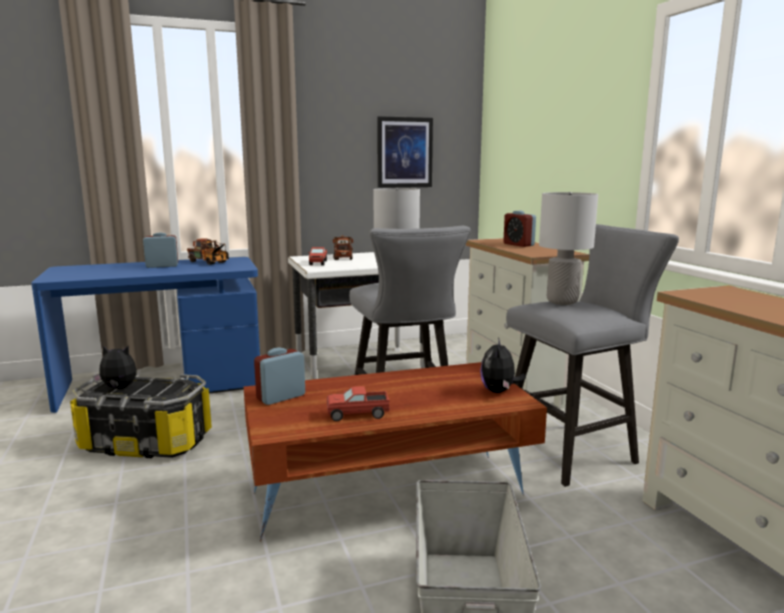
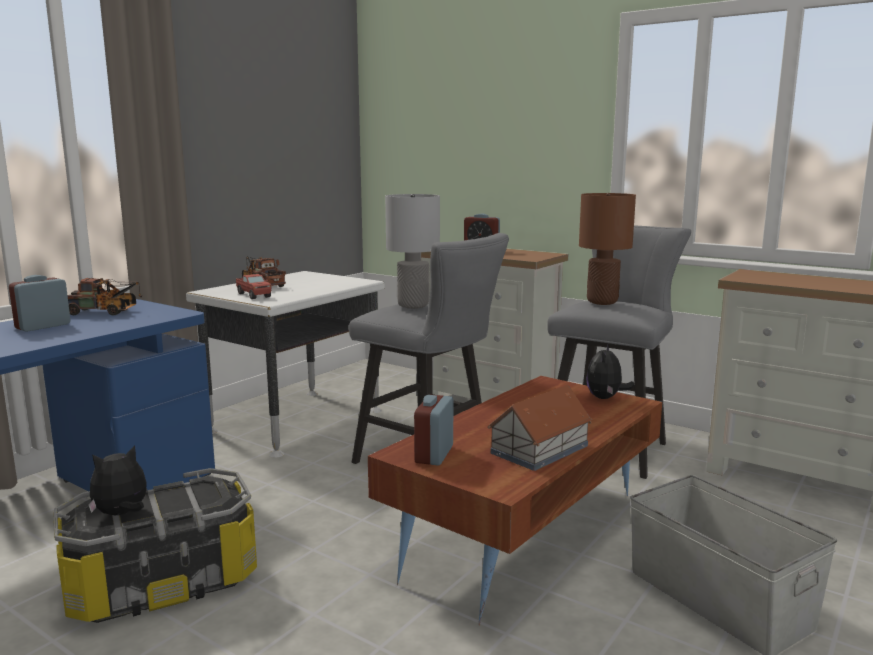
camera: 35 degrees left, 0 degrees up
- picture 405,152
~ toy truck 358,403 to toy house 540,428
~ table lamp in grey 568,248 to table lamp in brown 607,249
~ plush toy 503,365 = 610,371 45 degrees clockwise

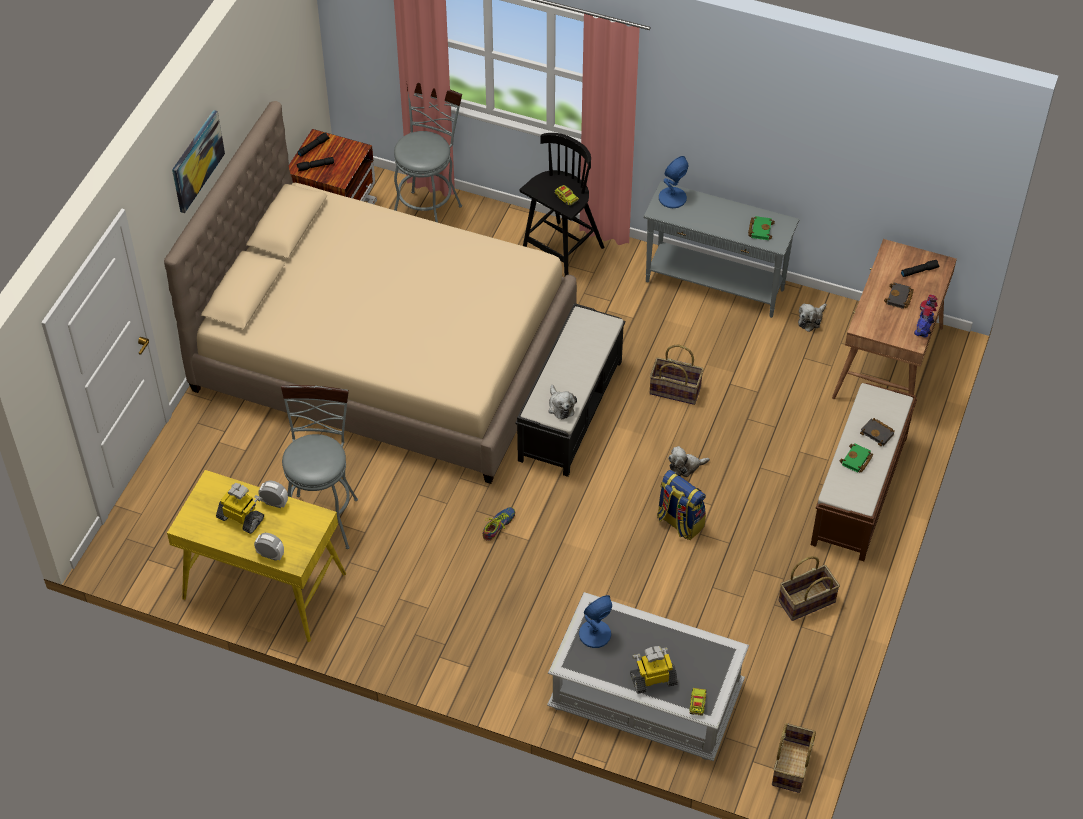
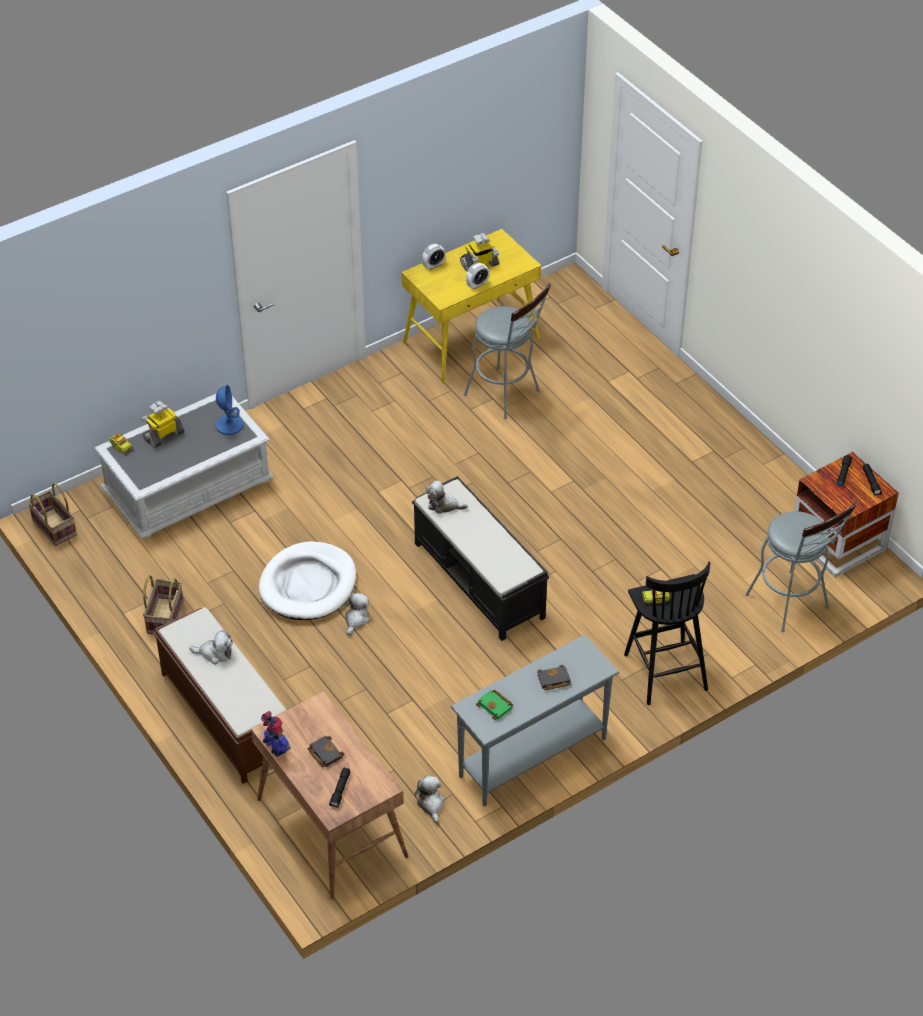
camera: 125 degrees right, 5 degrees down
- bed in beige 370,292
- picture 198,161
- shoe 499,524
- basket 676,375
- table lamp in blue 674,182
~ book in black 877,432 to 554,677
~ backpack 681,505 to dog bed in white 307,580
~ book in green 856,458 to plush toy 211,647
~ toy robot 654,670 = 162,424 150 degrees counterclockwise

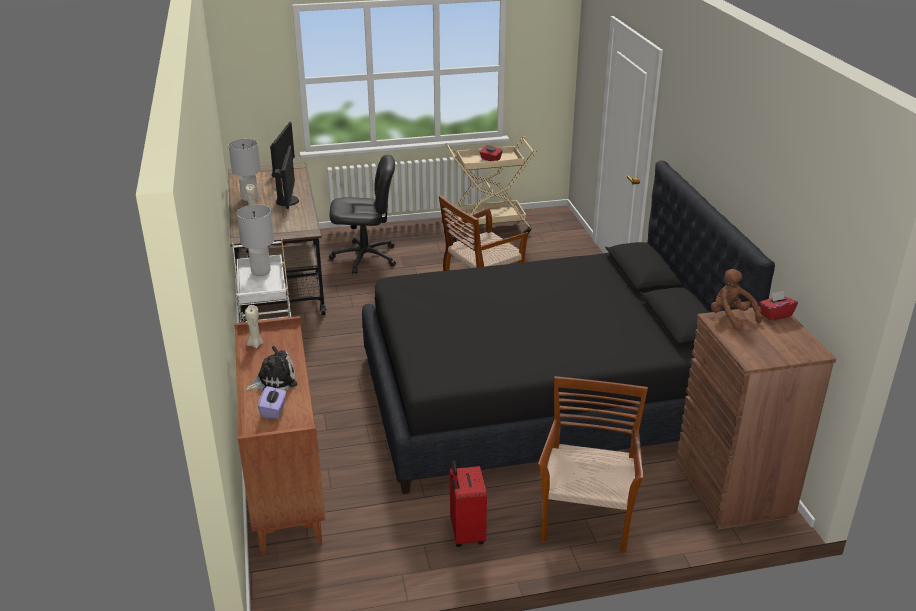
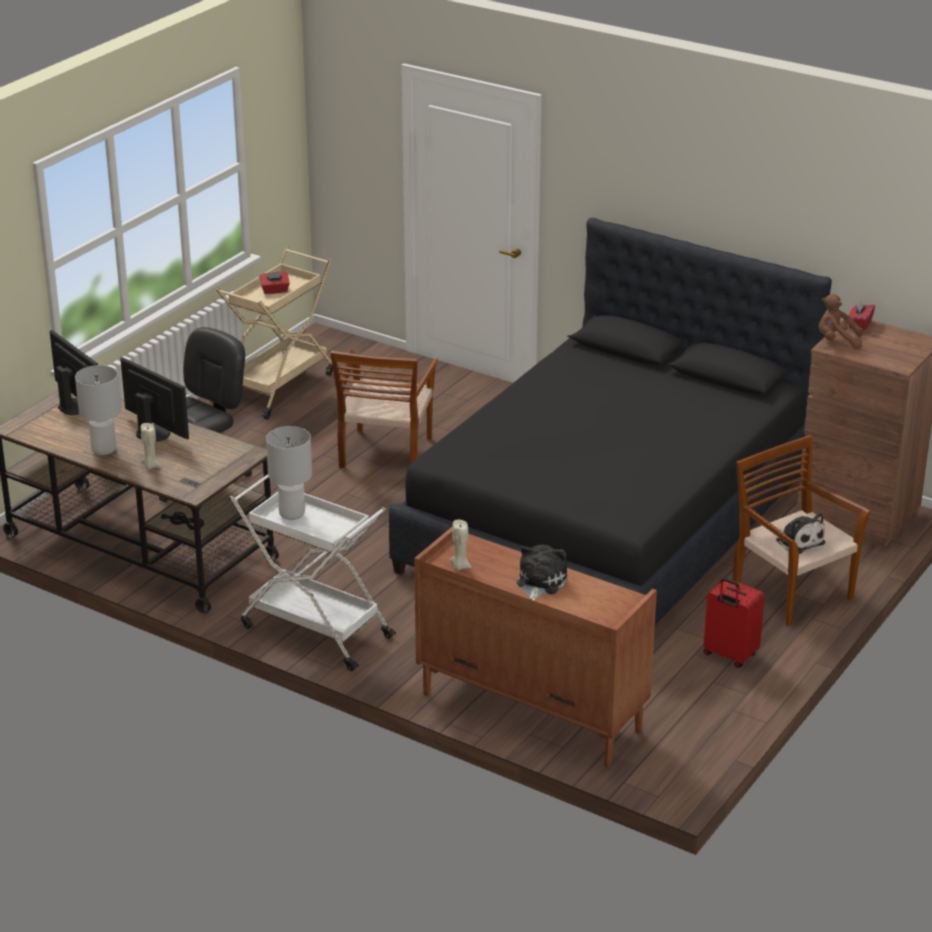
camera: 45 degrees left, 0 degrees up
- tissue box in purple 272,402
+ plush toy 800,533

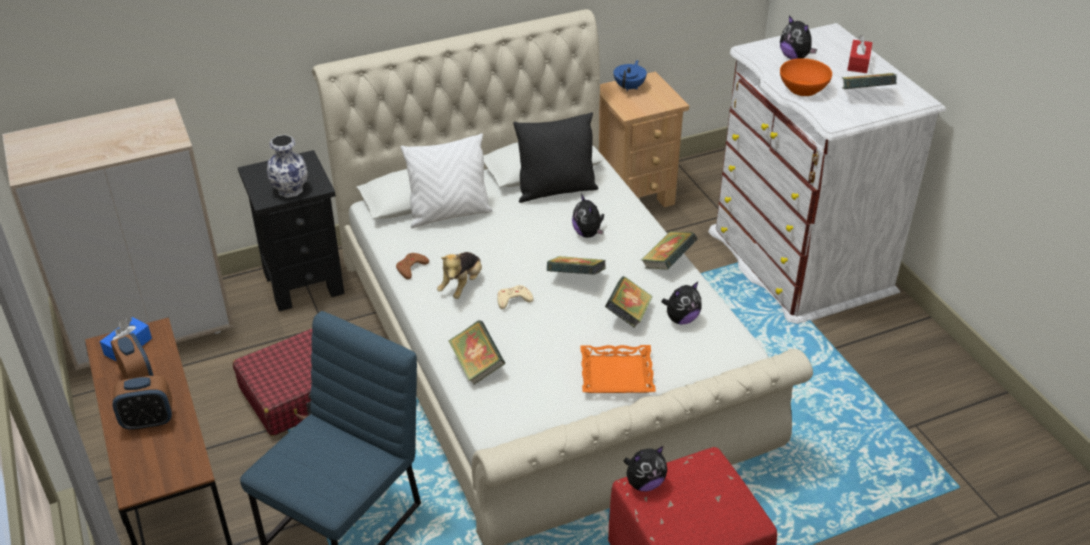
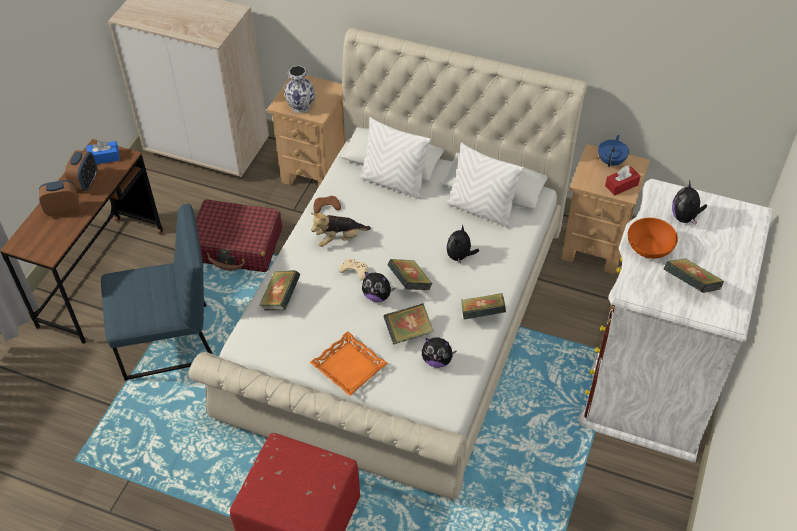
camera: 45 degrees right, 10 degrees up
~ plush toy 645,469 to 379,287
~ tissue box in red 860,54 to 622,180
~ nightstand in black 291,230 to nightstand in beige 306,131
~ pillow in black 555,157 to pillow in white 485,185
~ alarm clock 142,403 = 59,198 135 degrees clockwise
~ teapot in blue 630,75 = 613,151 45 degrees counterclockwise

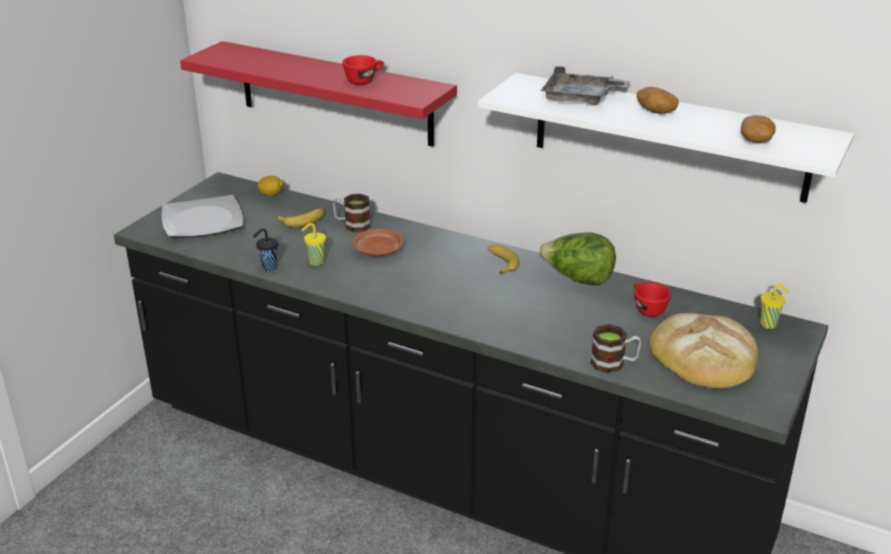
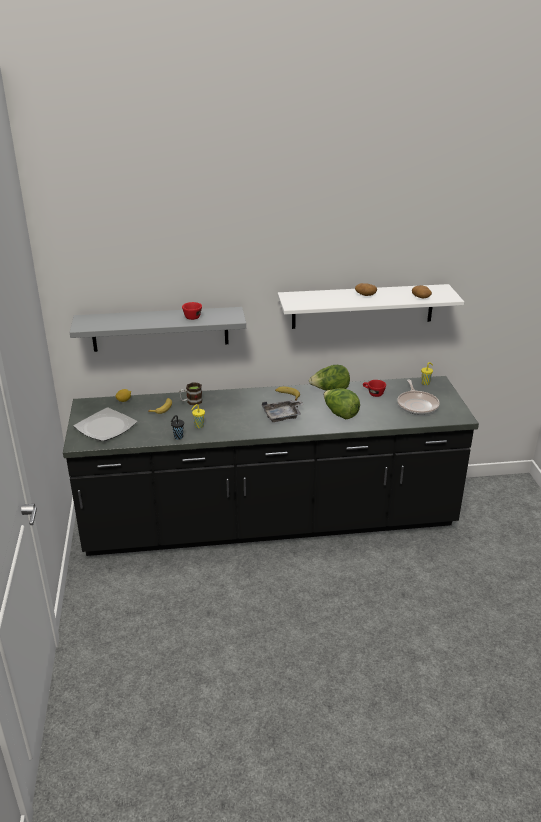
camera: 35 degrees left, 0 degrees up
- plate in brown 378,242
- mug 616,348
+ lettuce 341,403
~ tray in grey 585,85 to 283,411
~ bread 703,351 to frying pan 418,397
~ shelf in red 318,94 to shelf in grey 158,329

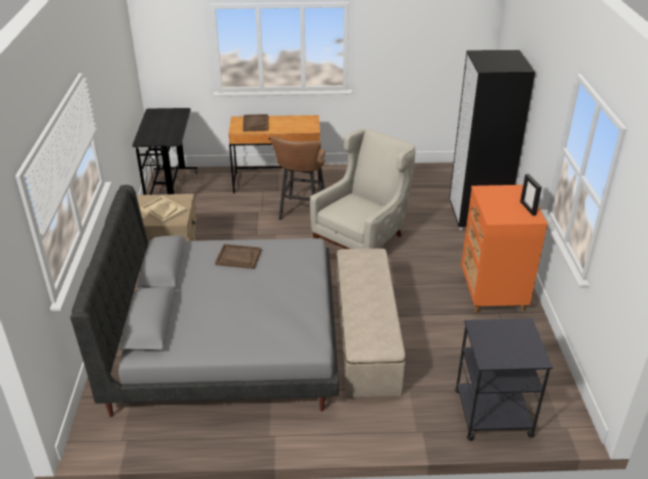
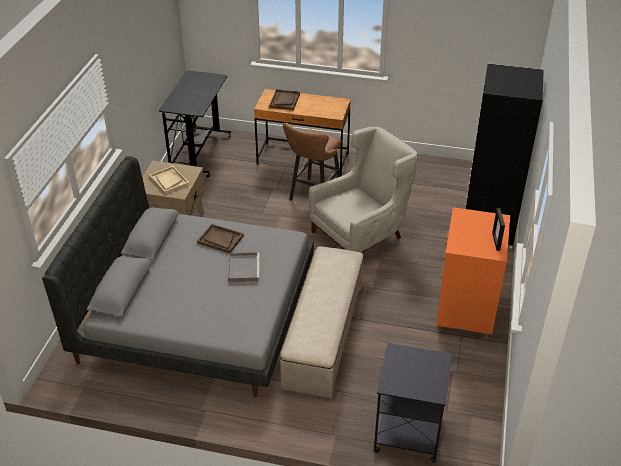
camera: 15 degrees right, 5 degrees up
+ tray in grey 244,267

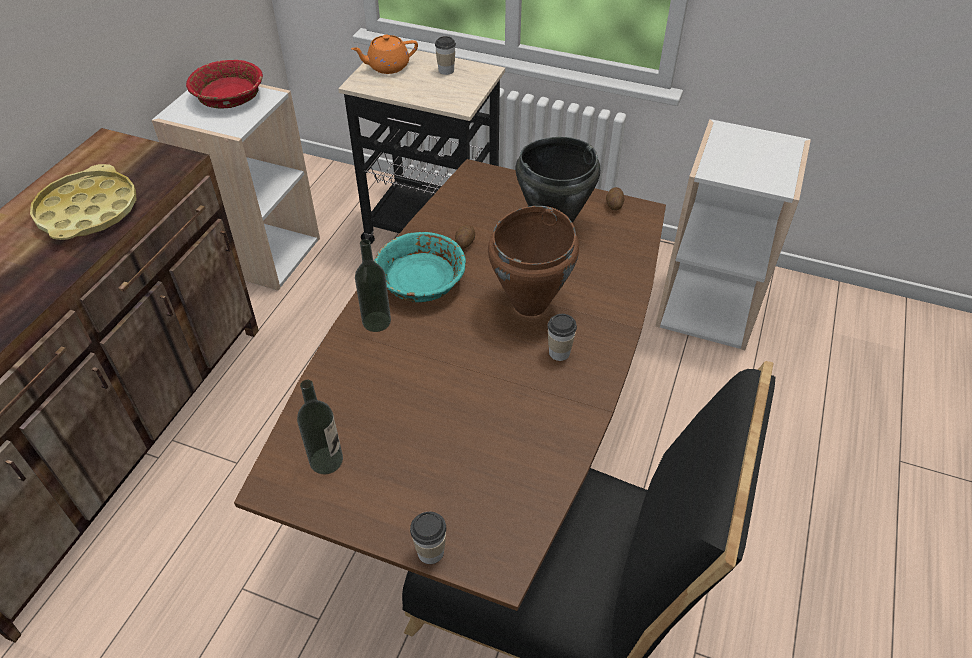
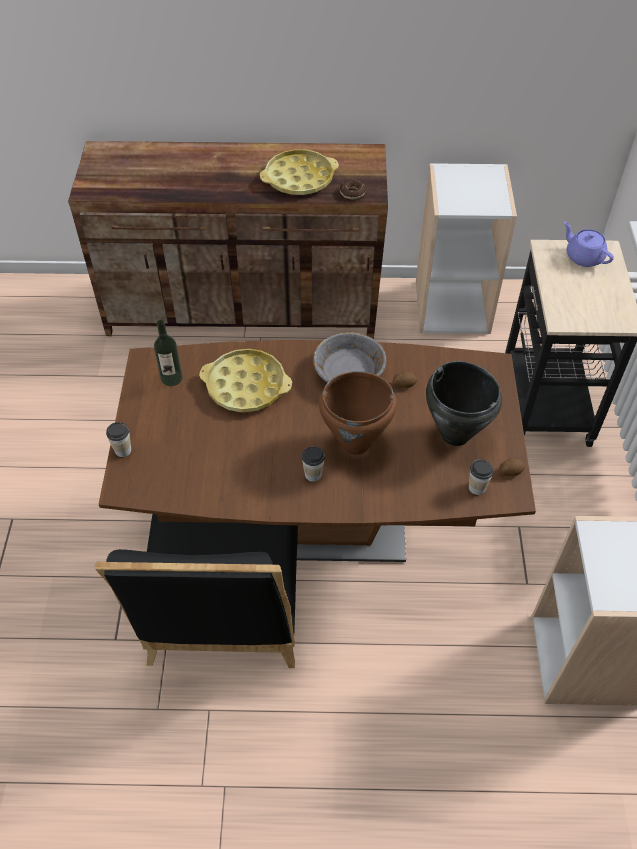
camera: 70 degrees right, 5 degrees up
- bowl in red 224,84
- bottle 373,285
+ tray in yellow 245,381
+ donut 353,189
~ cup 445,55 to 481,477
~ teapot in orange 384,54 to teapot in purple 589,244
~ bowl in turquoise 420,267 to bowl in grey 349,357

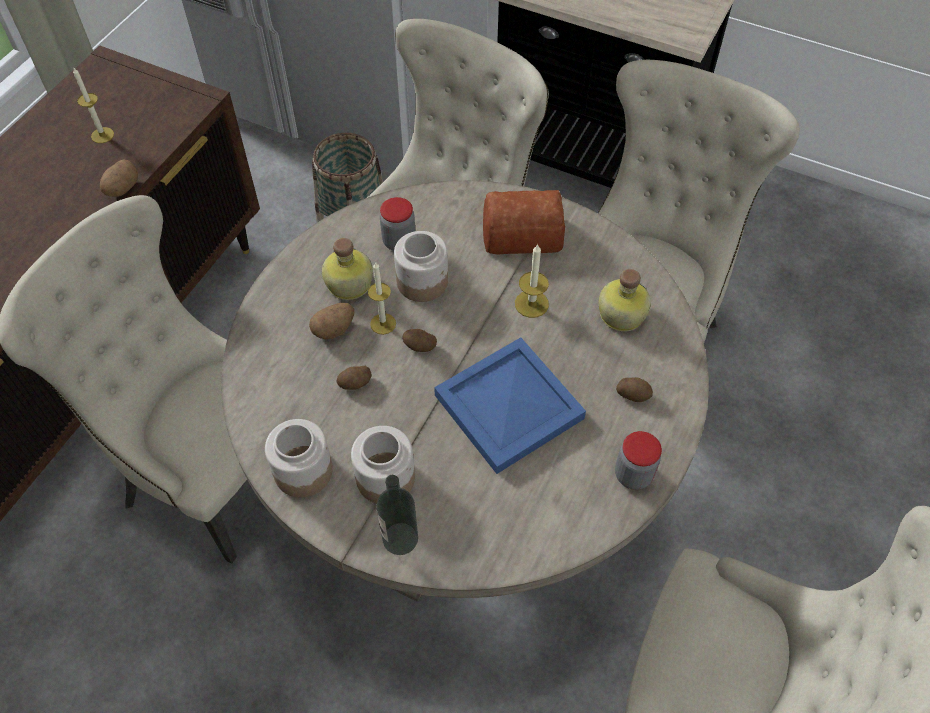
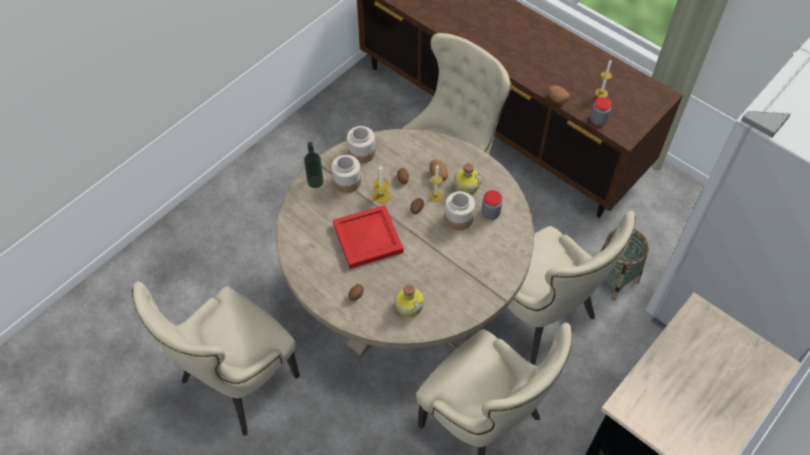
camera: 105 degrees right, 0 degrees up
- bread 524,222
~ candle 532,281 to 381,184
~ jar 638,460 to 601,111
~ tray in blue 510,405 to tray in red 368,237

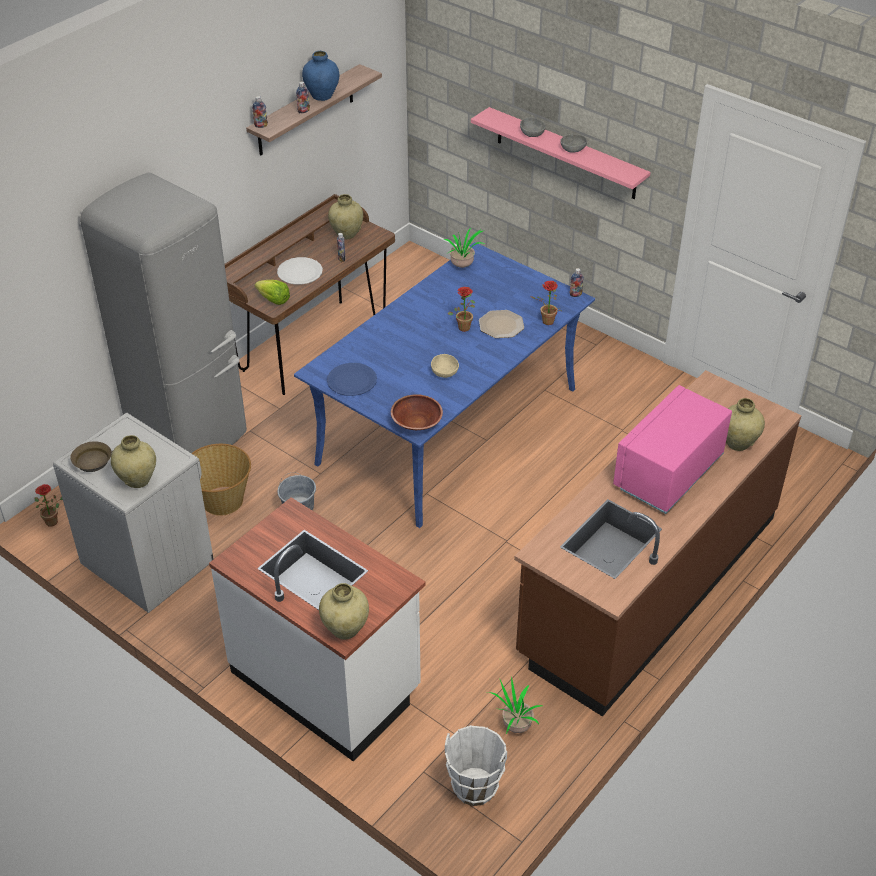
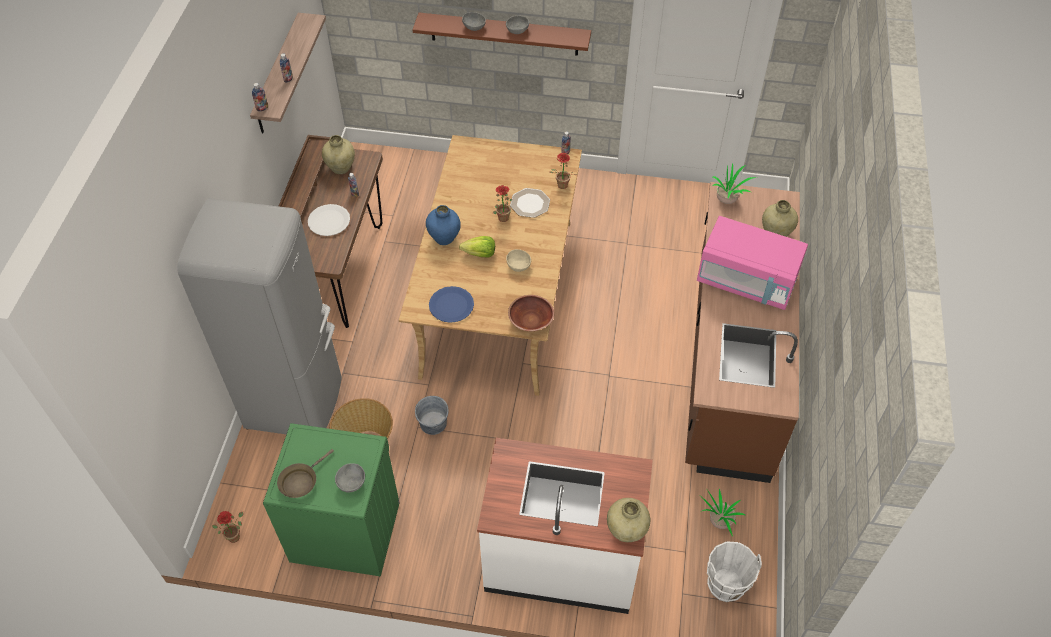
camera: 30 degrees left, 10 degrees up
~ lettuce 272,292 to 477,247
~ vase in blue 320,76 to 443,225
~ potted plant 464,248 to 734,183
~ vase in beige 133,461 to bowl in grey 350,478
~ washing machine in white 133,513 to washing machine in green 331,499
~ dining table in blue 444,385 to dining table in beige 490,265
~ shelf in pink 561,153 to shelf in brown 502,34
~ microwave in pink 672,449 = 752,263 75 degrees counterclockwise

